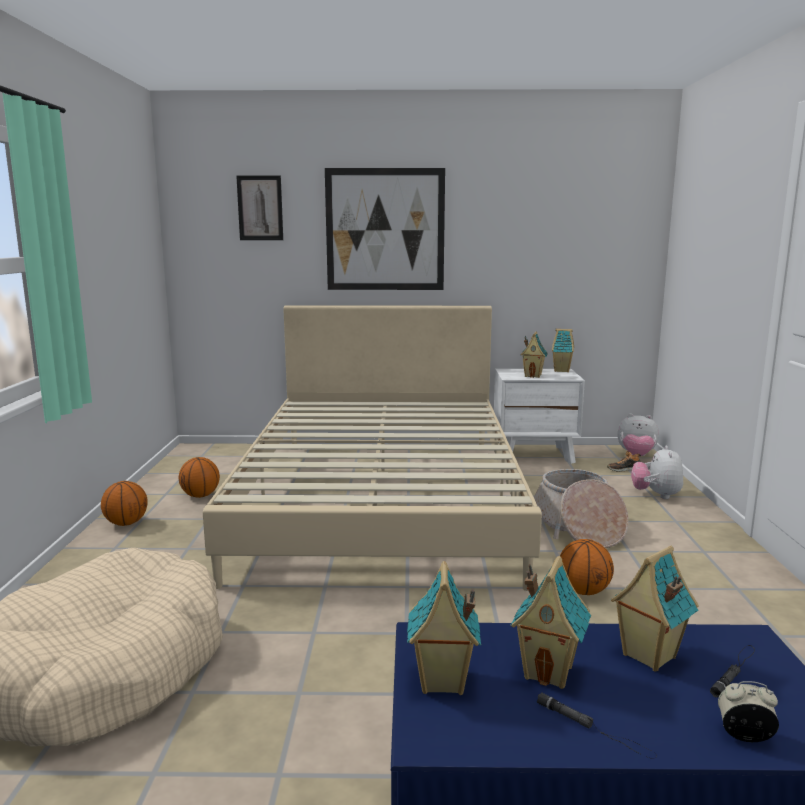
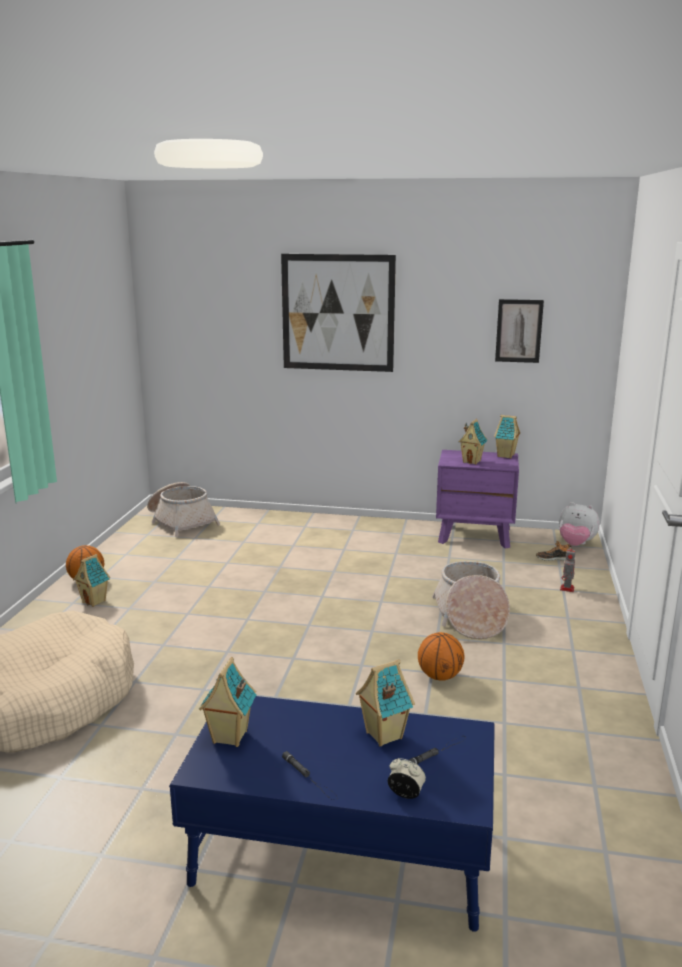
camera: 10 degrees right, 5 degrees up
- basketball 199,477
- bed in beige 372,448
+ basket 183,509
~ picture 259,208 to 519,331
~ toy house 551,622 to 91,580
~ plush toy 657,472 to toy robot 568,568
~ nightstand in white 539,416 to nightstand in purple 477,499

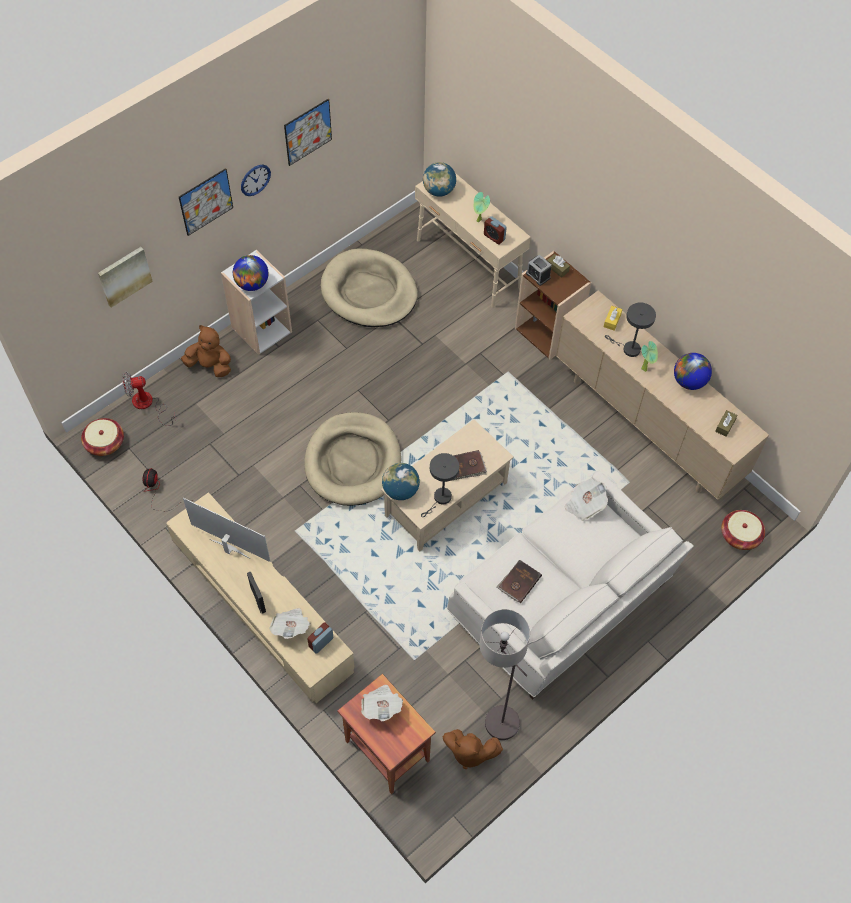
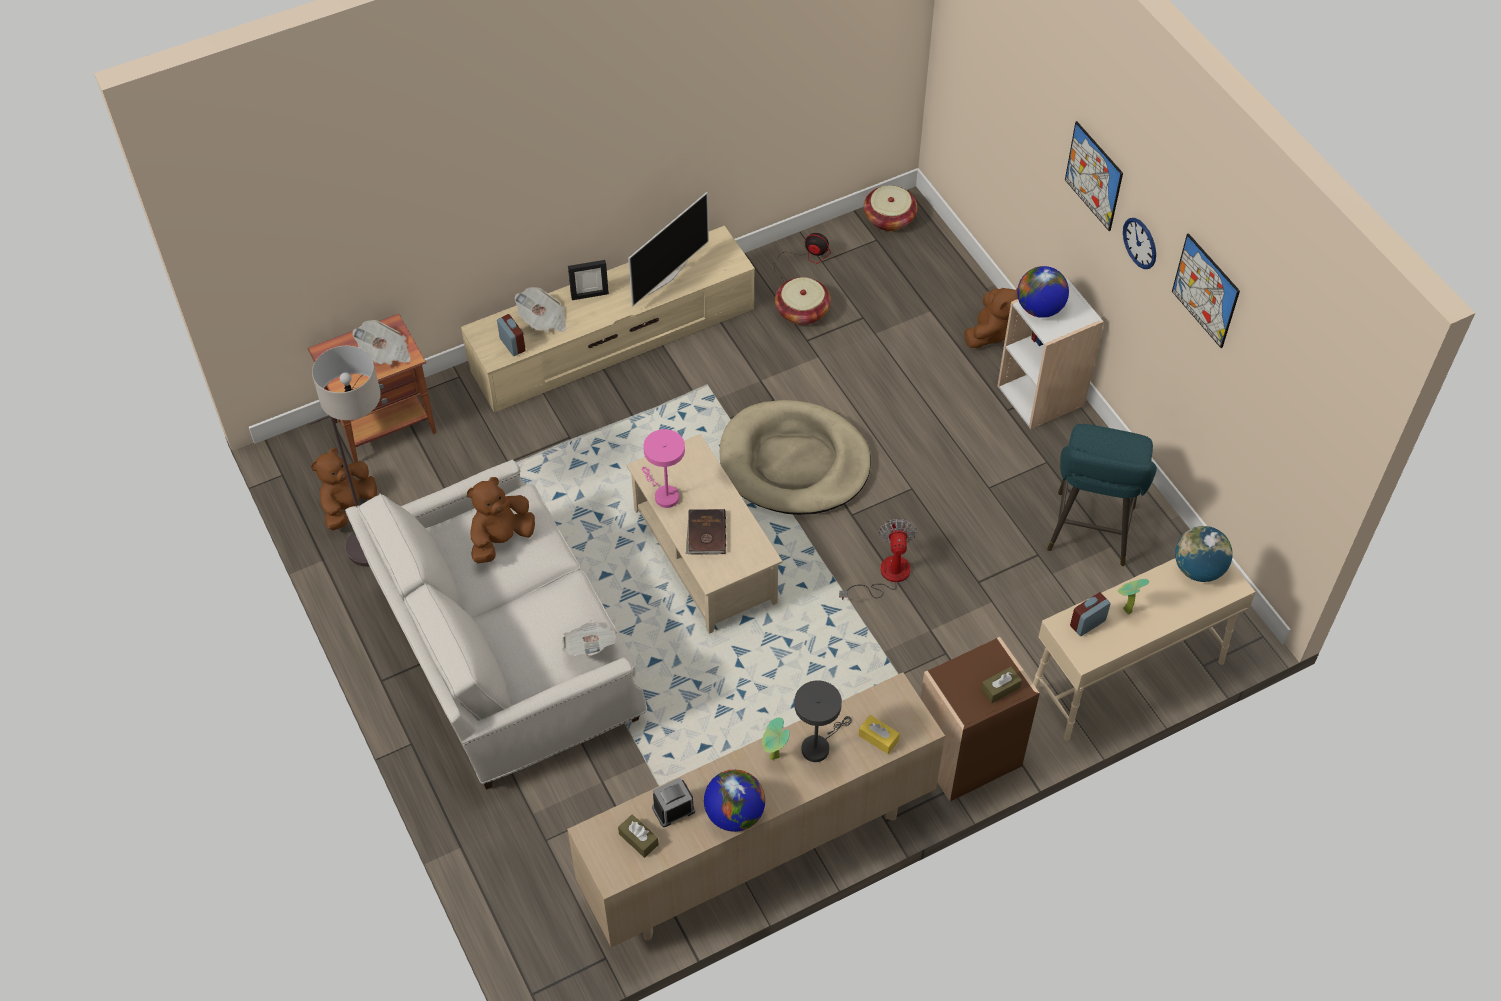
camera: 105 degrees right, 5 degrees down
- picture 125,277
- globe 401,481
~ fan 149,399 to 878,559
~ alarm clock 539,270 to 673,802
~ basket 743,530 to 803,301
~ dog bed in beige 369,288 to stool in turquoise 1102,495
~ book in brown 519,581 to plush toy in brown 501,520
~ table lamp in grey 440,485 to table lamp in pink 663,468

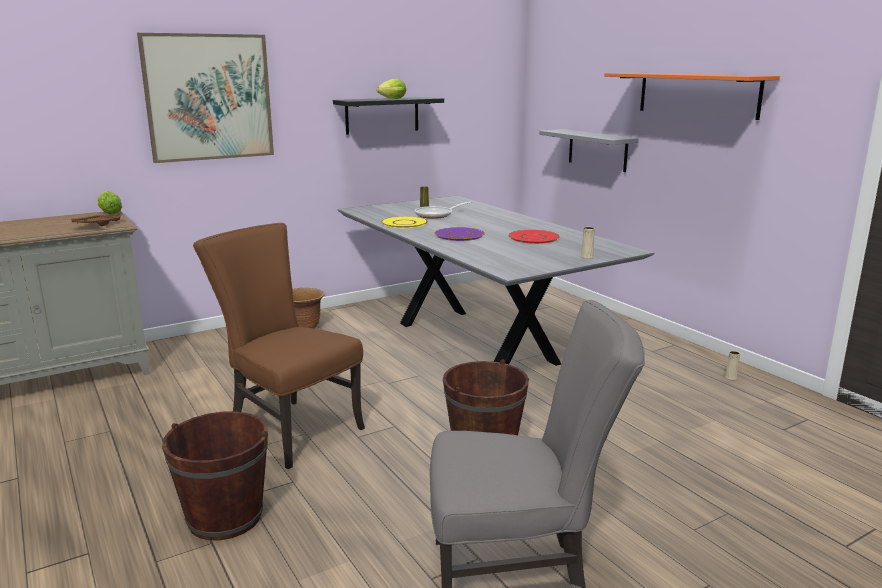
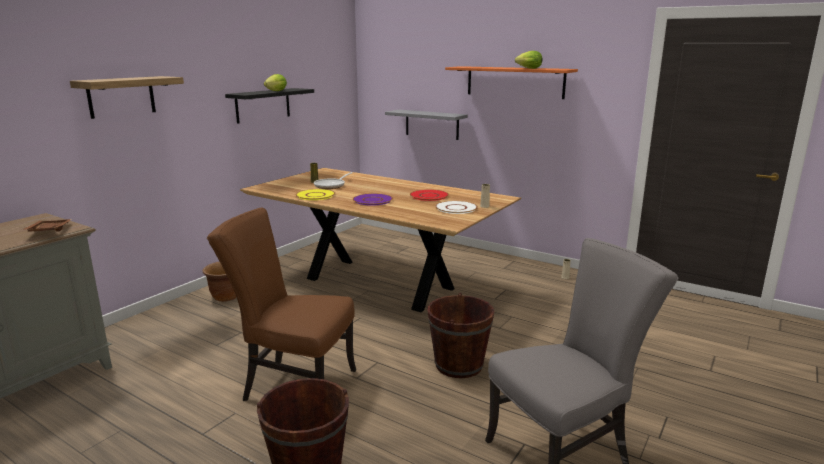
camera: 25 degrees left, 0 degrees up
+ plate in white 456,207
~ lettuce 109,203 to 528,60
~ picture 205,98 to shelf 127,97
~ dining table in grey 496,281 to dining table in brown 380,240

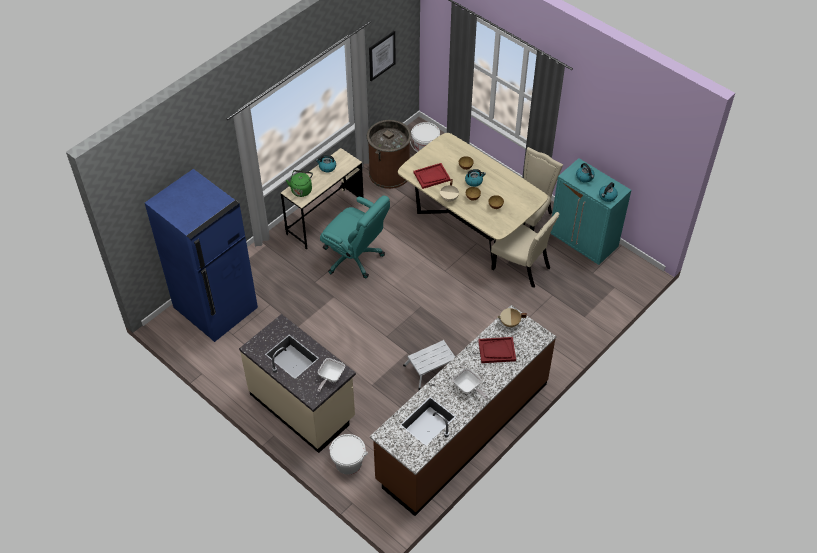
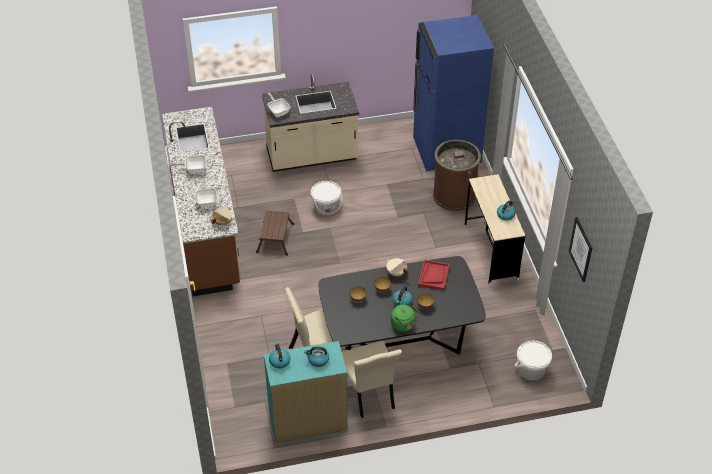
camera: 125 degrees right, 5 degrees down
- office chair in turquoise 355,237
~ kettle in green 299,183 to 405,318
~ bucket in white 348,454 to 326,198
~ trash can in brown 389,154 to 457,175
~ tray in red 497,350 to frying pan 206,193
~ dining table in beige 473,197 to dining table in black 402,305
~ step ladder in white 429,365 to step ladder in brown 275,233

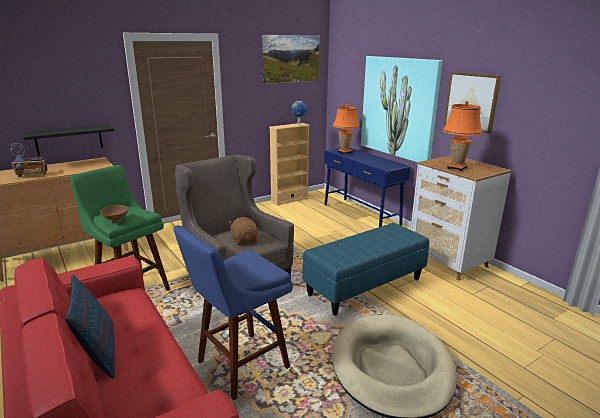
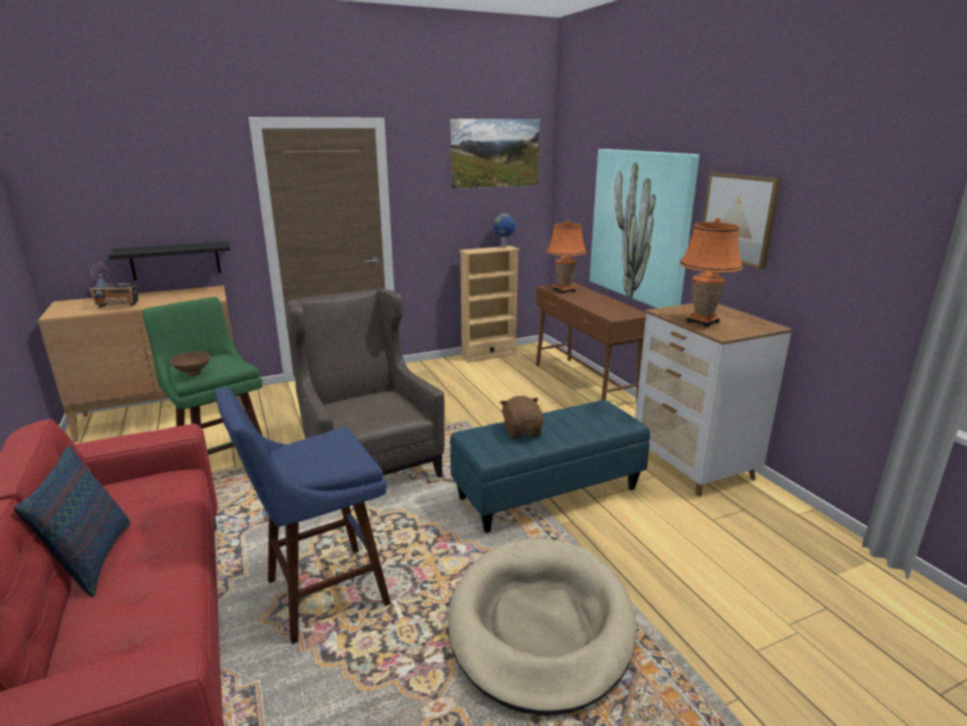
camera: 10 degrees right, 0 degrees up
~ plush toy in brown 243,231 to 522,417
~ console table in blue 367,187 to console table in brown 591,342

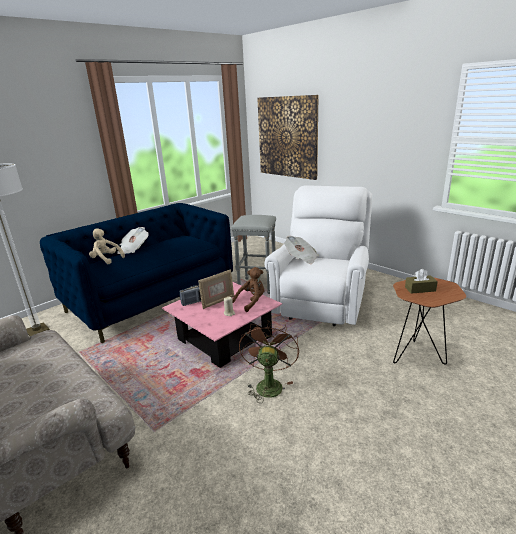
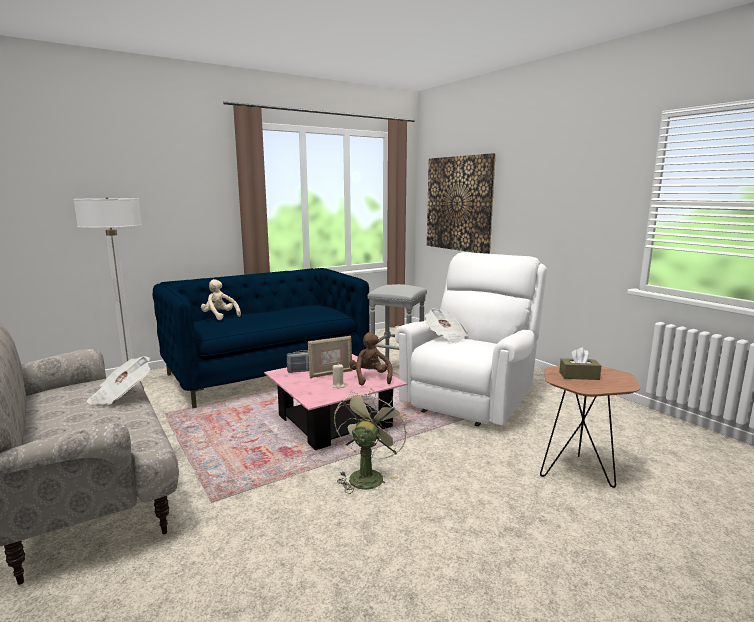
camera: 10 degrees right, 10 degrees down
~ newspaper 133,240 to 118,380
~ fan in brown 269,361 to fan in green 371,441
~ plush toy in brown 248,289 = 371,358 75 degrees counterclockwise

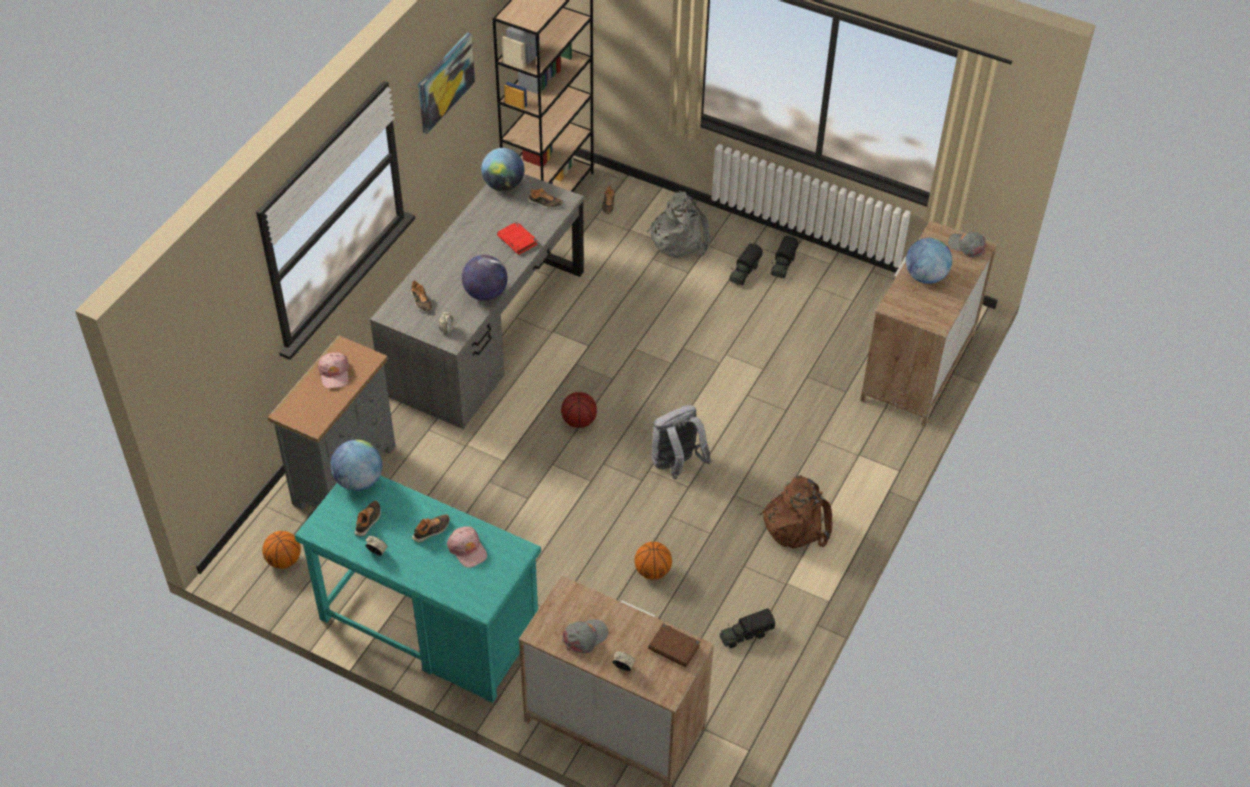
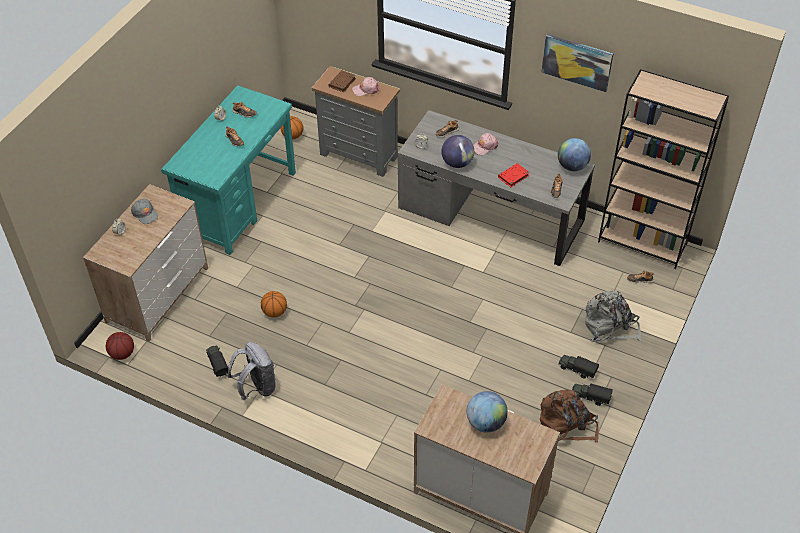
camera: 90 degrees right, 0 degrees up
- globe 356,465
- cap in grey 967,245
~ cap in pink 467,547 to 485,144
~ basketball 579,410 to 120,346
~ book in brown 674,645 to 342,81
~ backpack in grey 682,442 to 252,371
~ backpack in brown 795,512 to 569,416

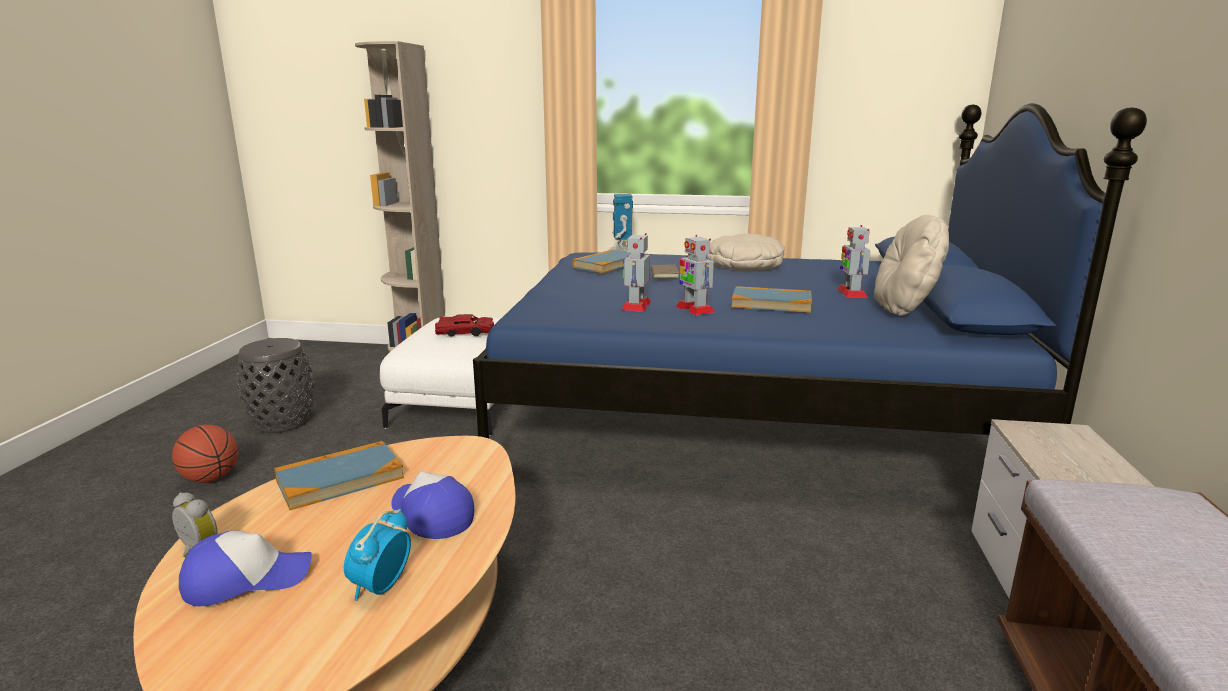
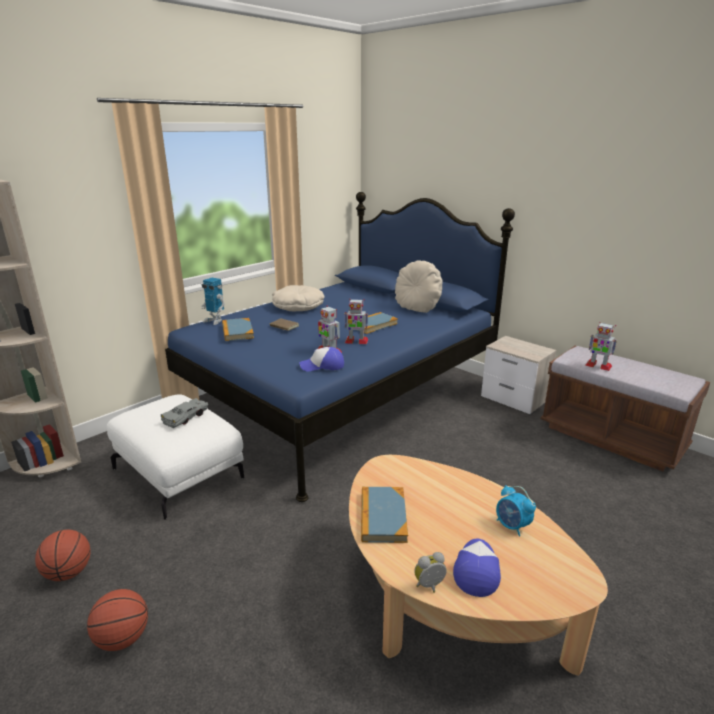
camera: 55 degrees left, 5 degrees up
~ cap 432,505 to 321,359
~ toy robot 854,261 to 601,346
~ stool in grey 275,385 to basketball 63,555
~ toy car in red 464,325 to toy car in grey 184,413

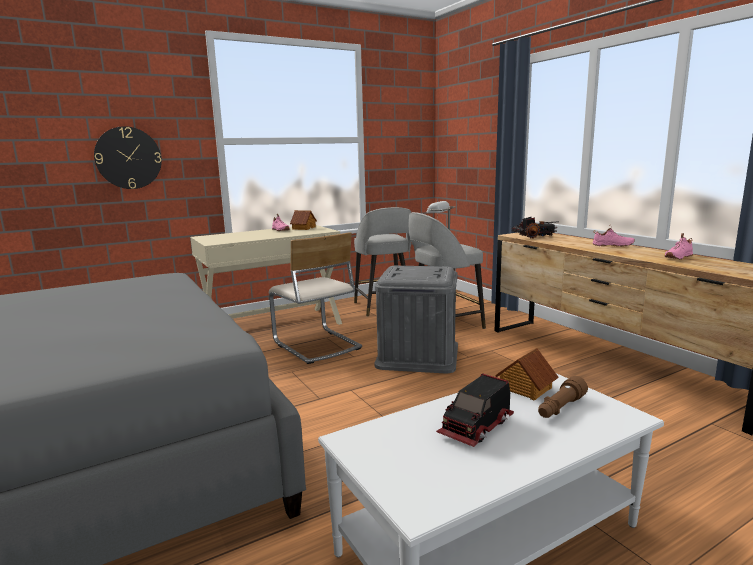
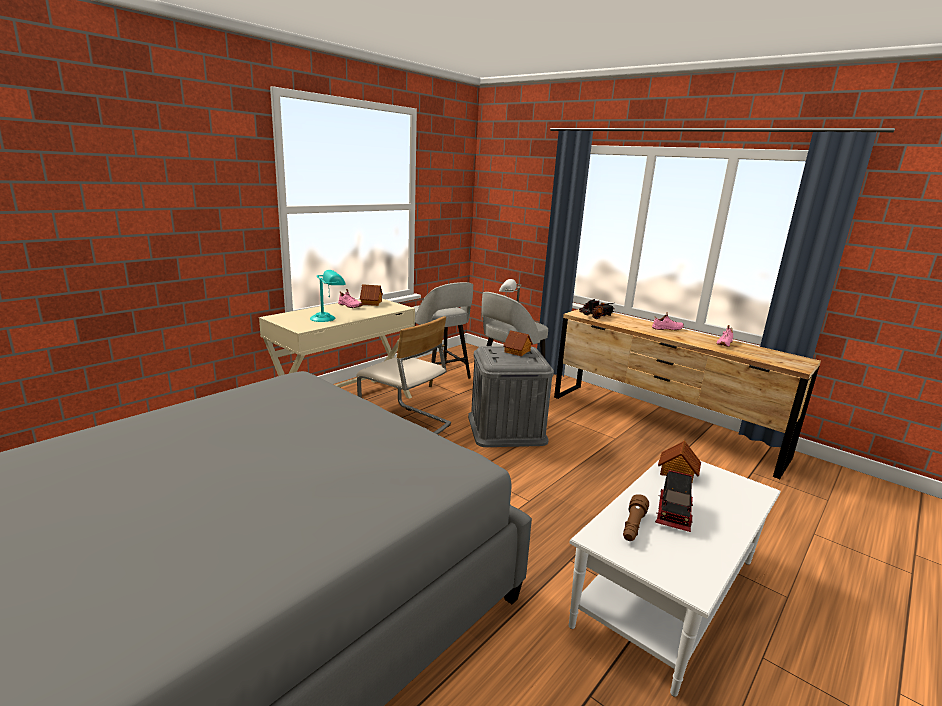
camera: 20 degrees left, 5 degrees up
- wall clock 128,157
+ table lamp in turquoise 328,296
+ toy house 518,343
~ flashlight in brown 563,397 to 636,517

